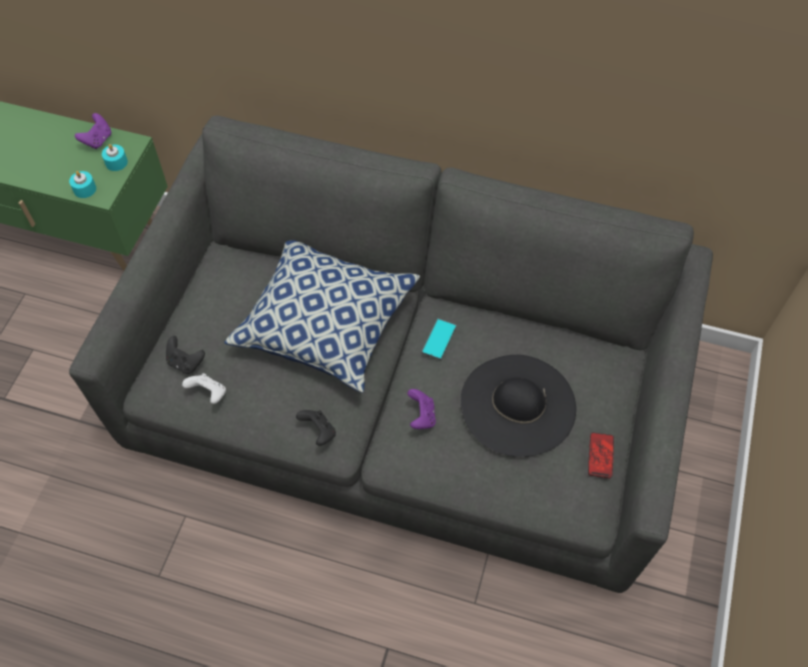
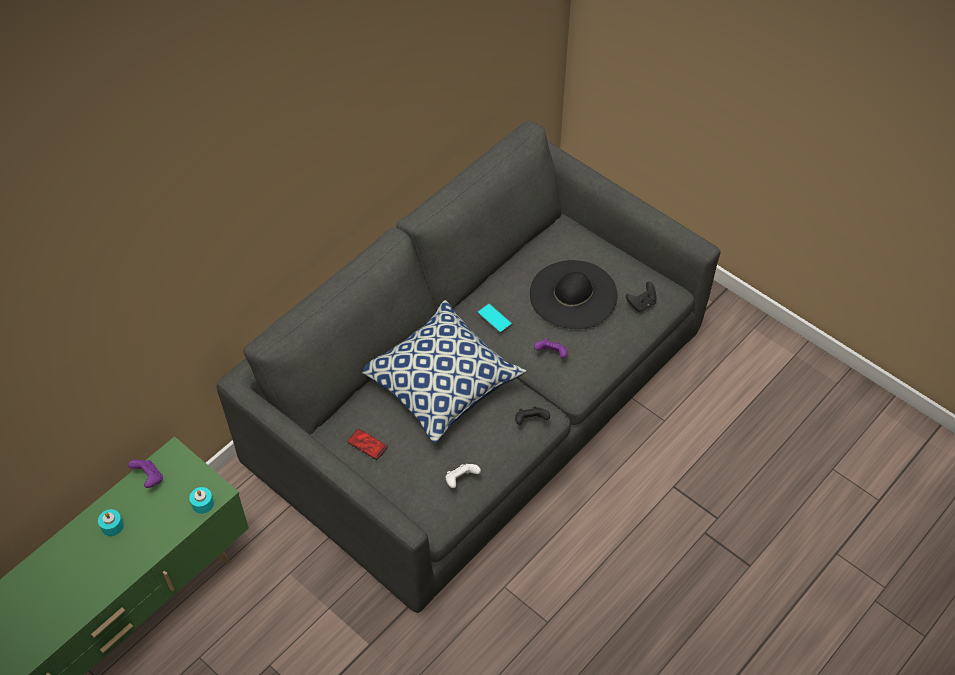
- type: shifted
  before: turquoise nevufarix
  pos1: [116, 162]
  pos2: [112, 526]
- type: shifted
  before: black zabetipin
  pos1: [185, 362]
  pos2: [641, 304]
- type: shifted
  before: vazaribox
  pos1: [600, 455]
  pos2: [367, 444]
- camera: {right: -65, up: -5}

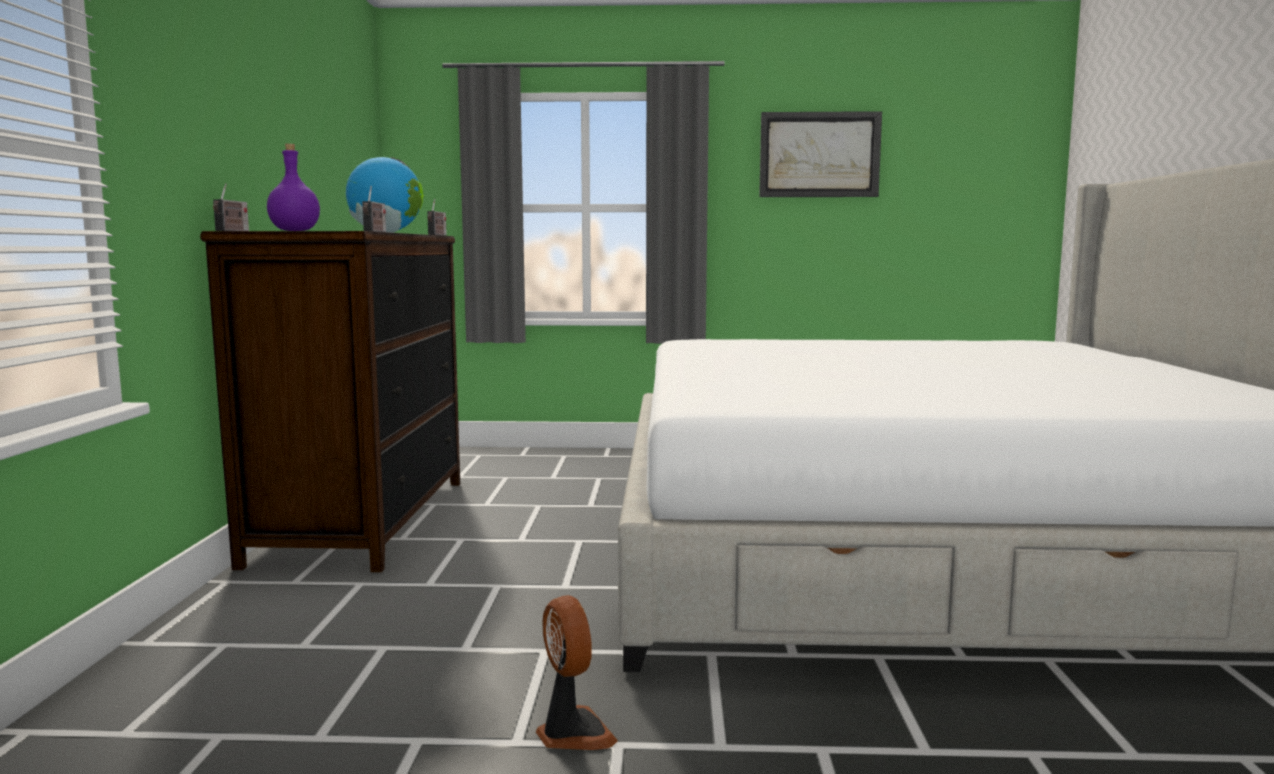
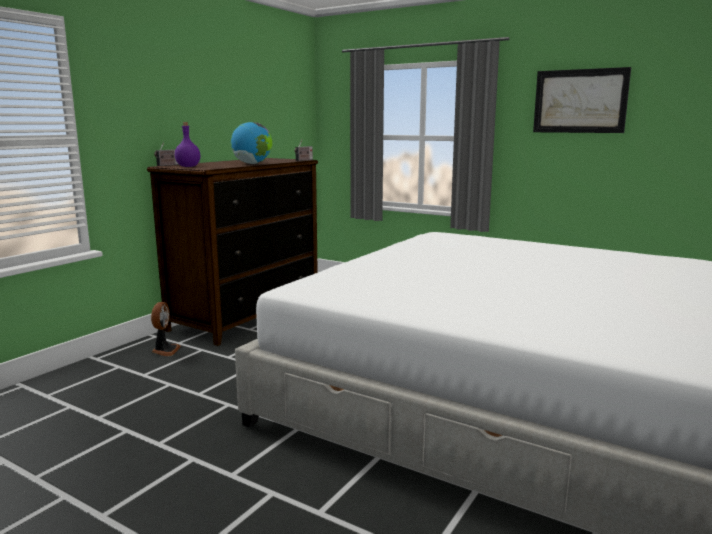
- type: gone
  before: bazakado
  pos1: [375, 231]
- type: shifted
  before: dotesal
  pos1: [572, 733]
  pos2: [165, 350]
- camera: {right: 30, up: 5}

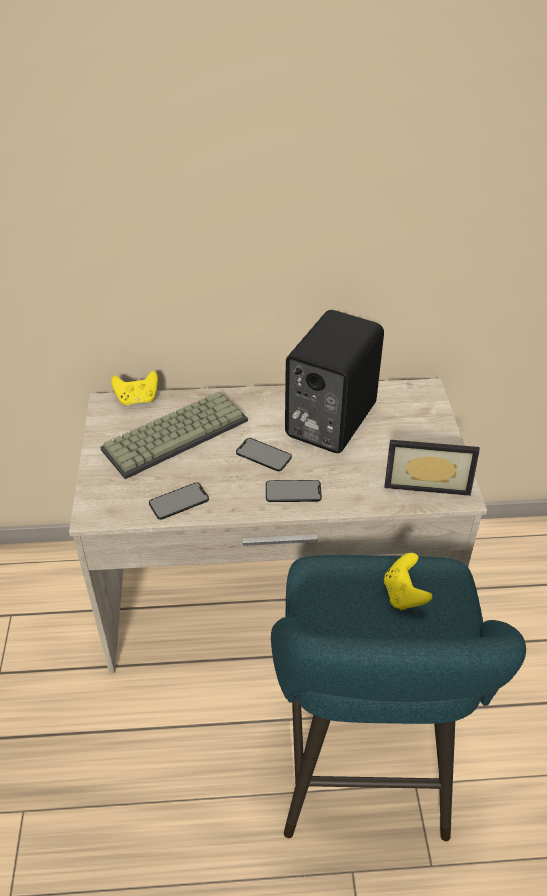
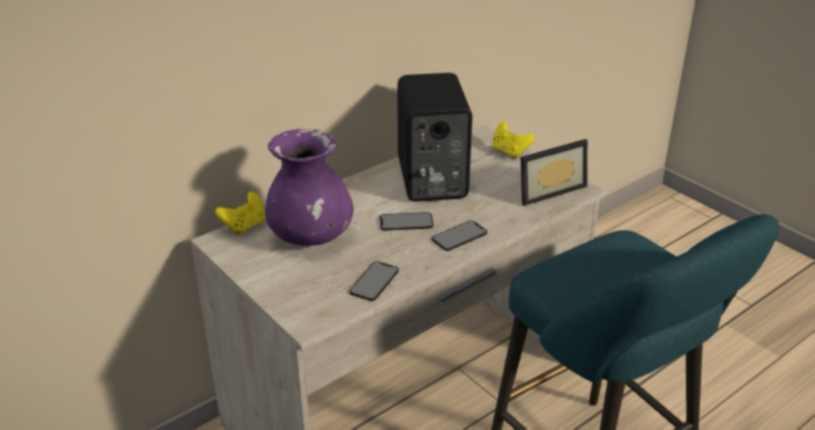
- type: shifted
  before: yellow zabetipin
  pos1: [403, 595]
  pos2: [510, 152]
- type: swapped
  before: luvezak
  after: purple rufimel
  pos1: [175, 433]
  pos2: [311, 236]
- camera: {right: -35, up: -10}

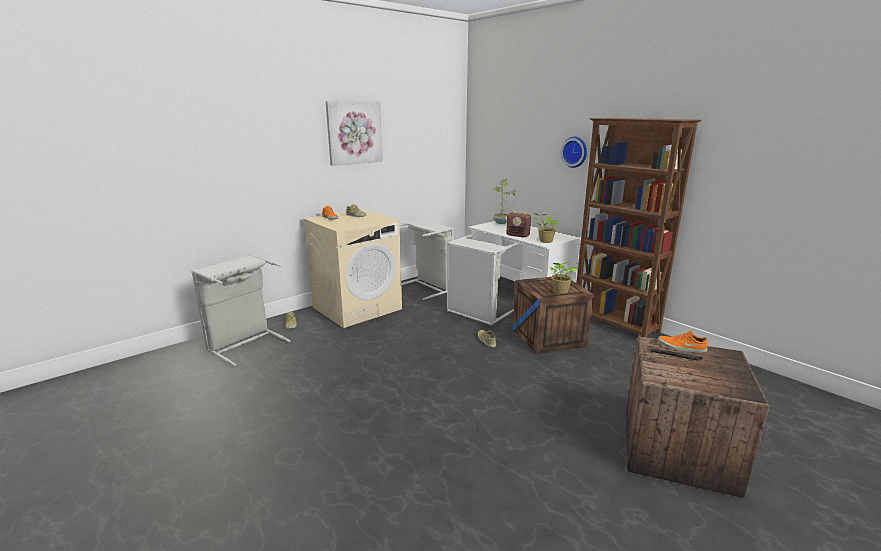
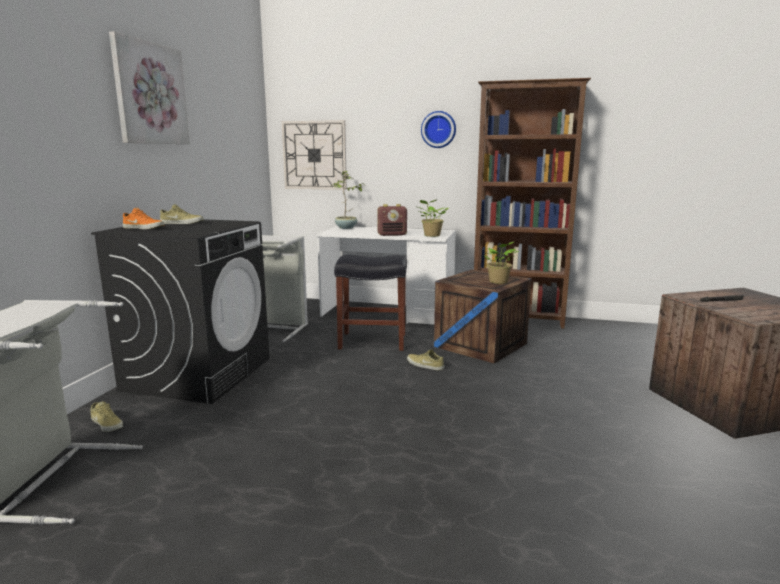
- type: gone
  before: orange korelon
  pos1: [681, 347]
- type: new
  after: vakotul
  pos2: [314, 155]
- type: swapped
  before: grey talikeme
  after: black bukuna
  pos1: [476, 313]
  pos2: [371, 341]
- type: repainted
  before: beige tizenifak
  after: black tizenifak
  pos1: [357, 308]
  pos2: [199, 373]
- camera: {right: -35, up: -5}

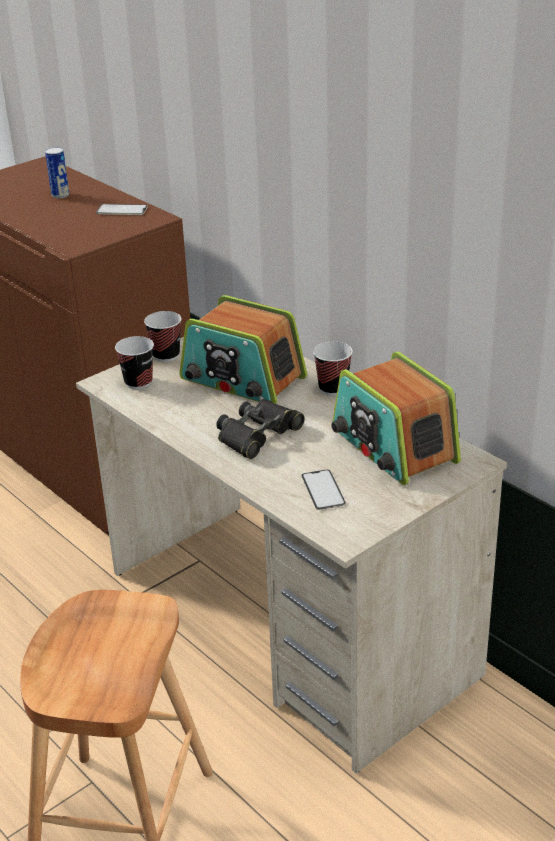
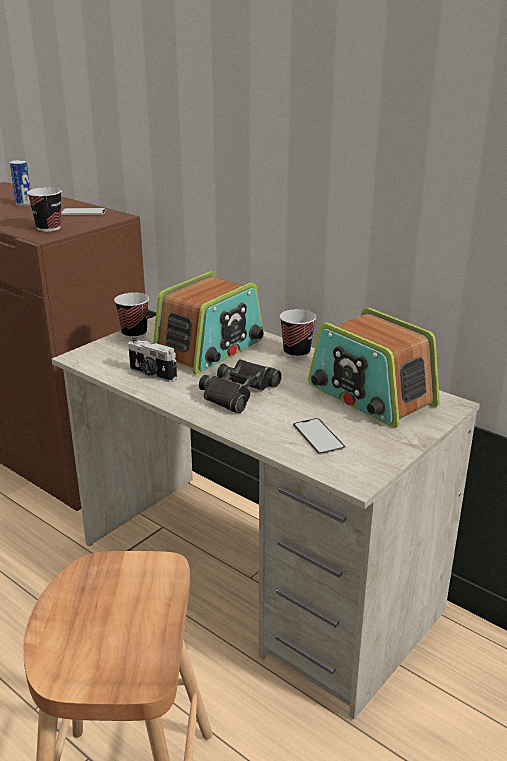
- type: new
  after: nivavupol
  pos2: [152, 374]
- type: shifted
  before: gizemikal
  pos1: [138, 382]
  pos2: [49, 228]
- type: rotated
  before: bazakado
  pos1: [242, 379]
  pos2: [210, 349]
  turn: -75
- camera: {right: -10, up: -5}

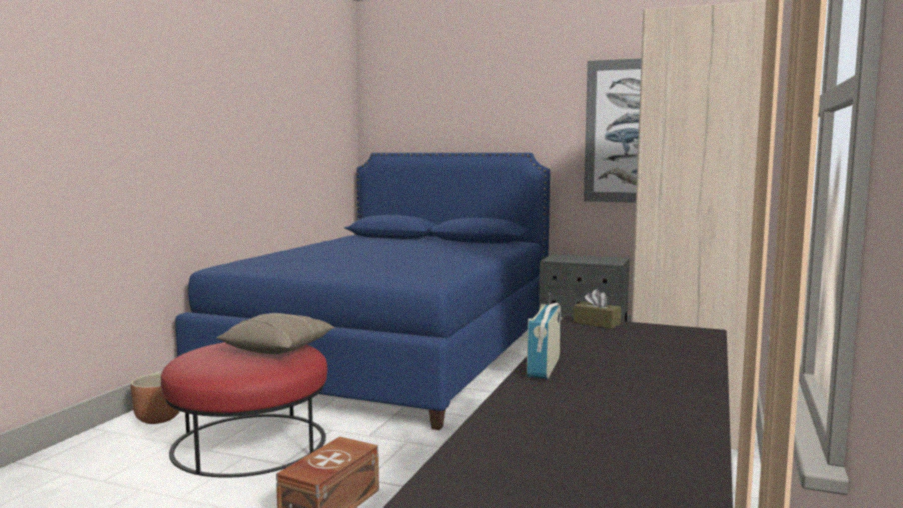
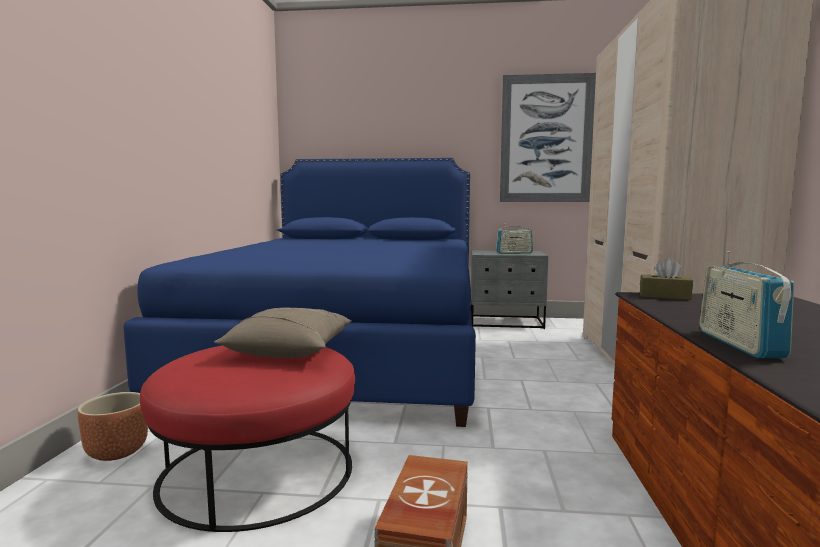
- type: new
  after: bazakado
  pos2: [514, 253]
- camera: {right: -15, up: 0}

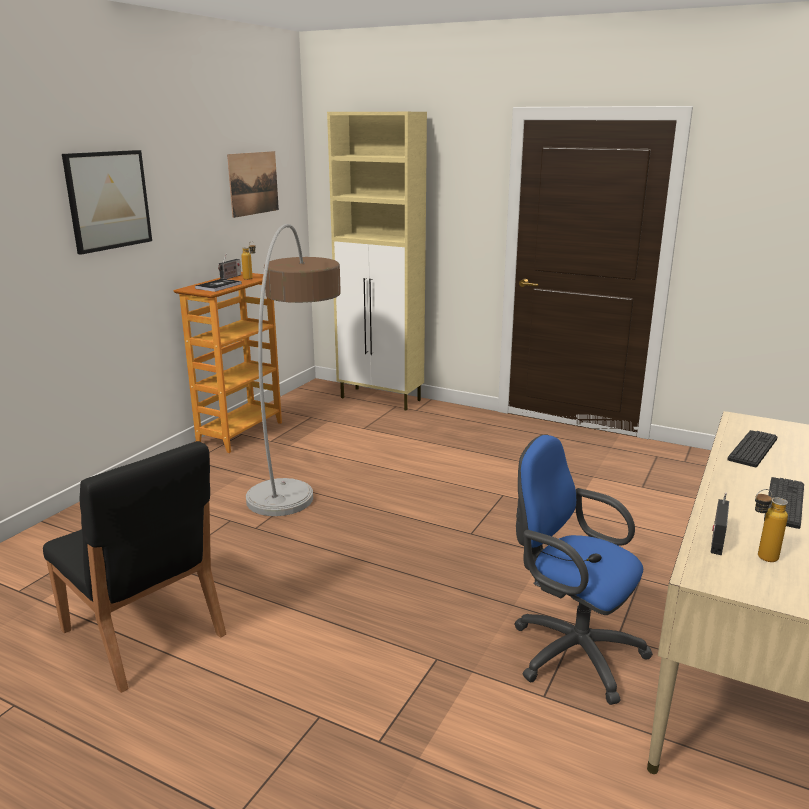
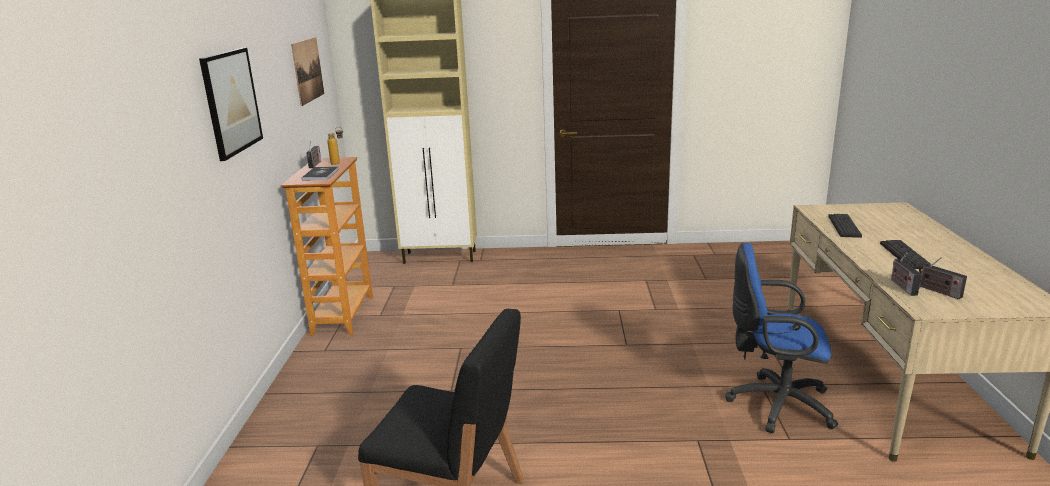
- type: gone
  before: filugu
  pos1: [299, 460]
- type: swapped
  before: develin
  after: bazakado
  pos1: [760, 558]
  pos2: [938, 291]
- camera: {right: -25, up: 0}

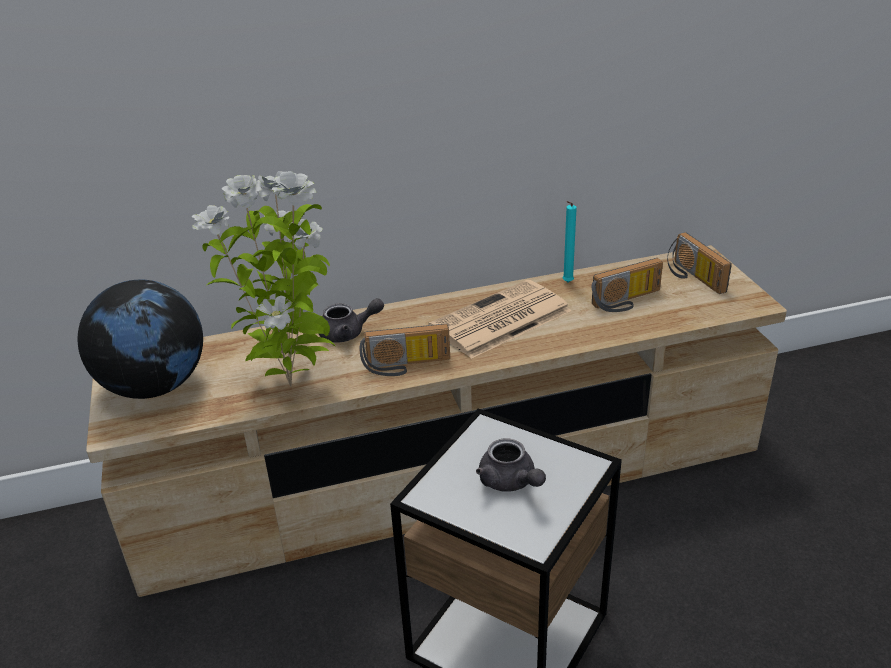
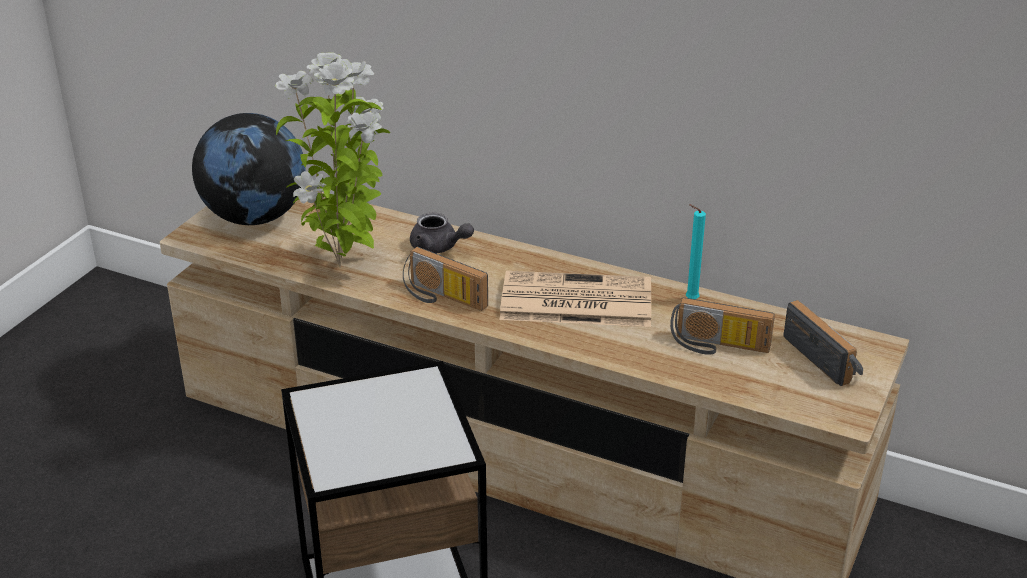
- type: gone
  before: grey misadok
  pos1: [510, 482]
- type: rotated
  before: bazakado
  pos1: [692, 277]
  pos2: [825, 359]
  turn: 135
- camera: {right: 40, up: 0}

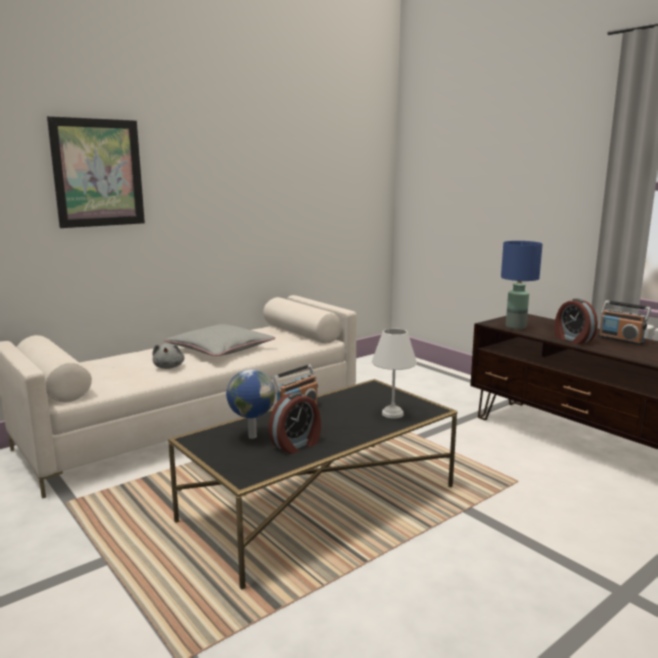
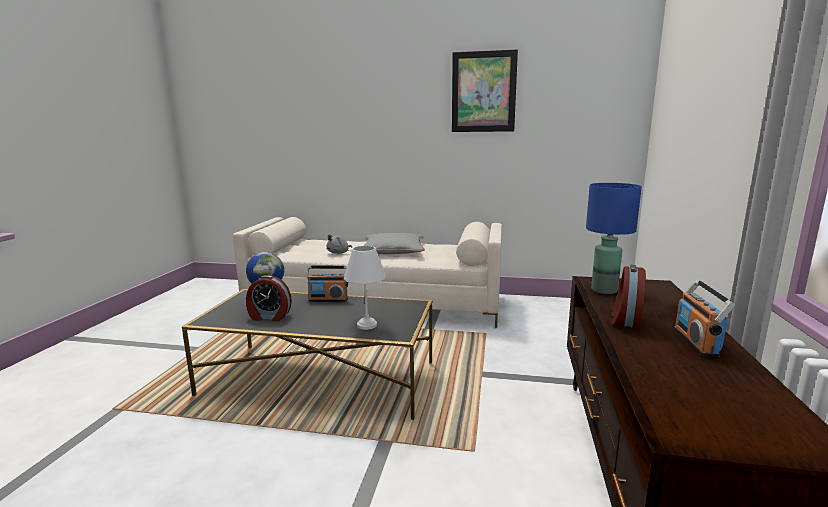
- type: shifted
  before: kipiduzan
  pos1: [98, 173]
  pos2: [483, 92]
- camera: {right: 50, up: 0}

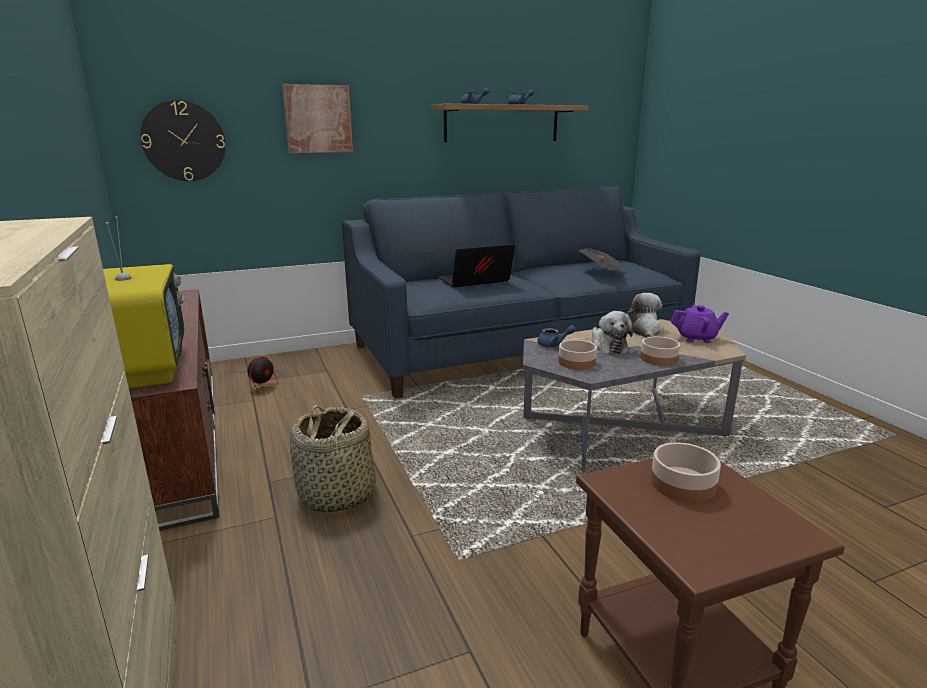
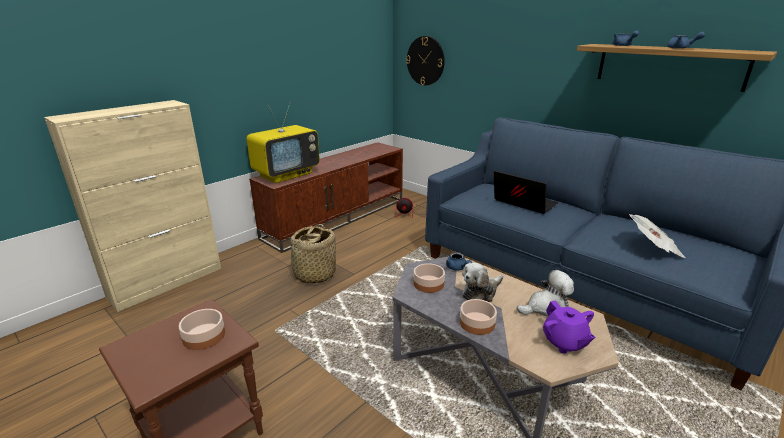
- type: gone
  before: kipiduzan
  pos1: [318, 119]
- camera: {right: 65, up: 5}

